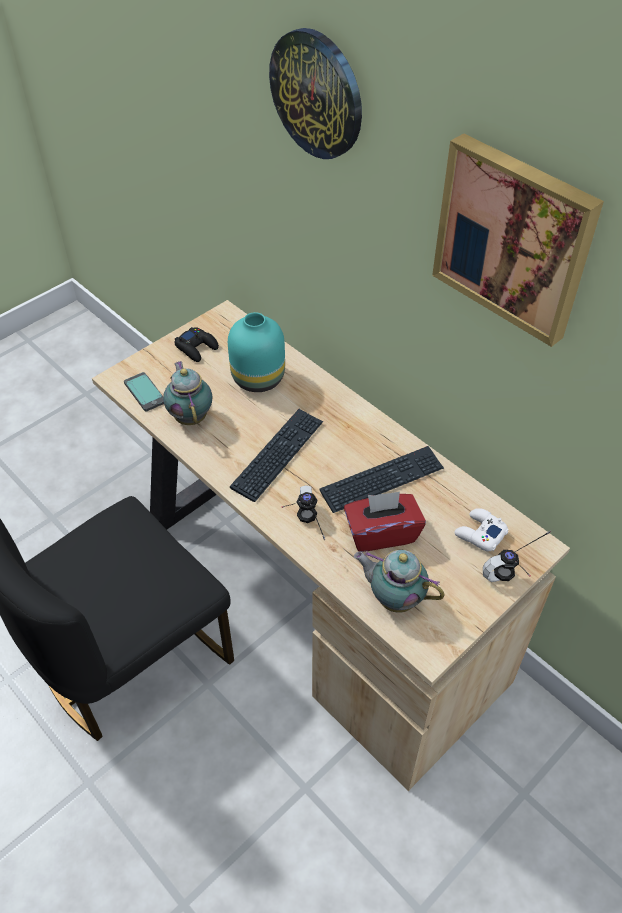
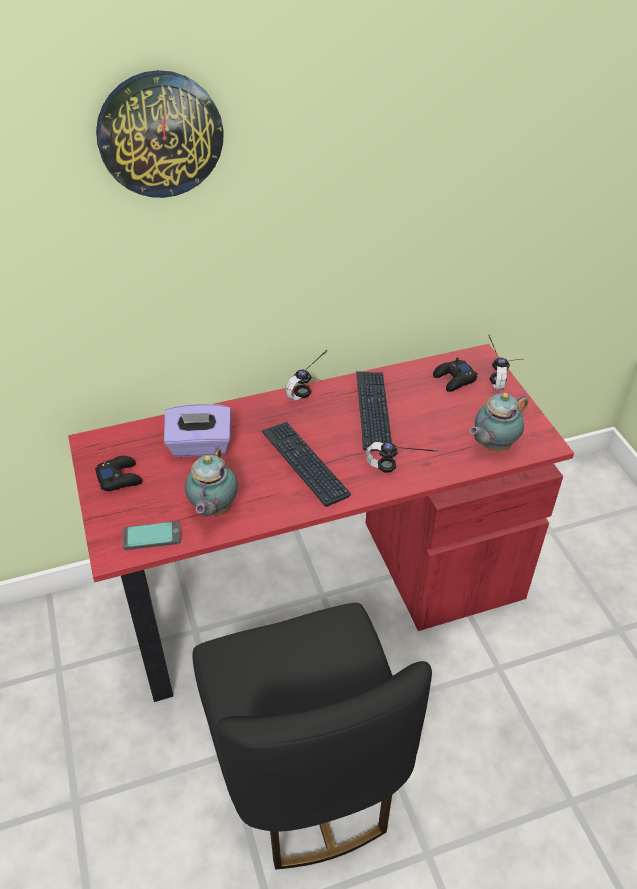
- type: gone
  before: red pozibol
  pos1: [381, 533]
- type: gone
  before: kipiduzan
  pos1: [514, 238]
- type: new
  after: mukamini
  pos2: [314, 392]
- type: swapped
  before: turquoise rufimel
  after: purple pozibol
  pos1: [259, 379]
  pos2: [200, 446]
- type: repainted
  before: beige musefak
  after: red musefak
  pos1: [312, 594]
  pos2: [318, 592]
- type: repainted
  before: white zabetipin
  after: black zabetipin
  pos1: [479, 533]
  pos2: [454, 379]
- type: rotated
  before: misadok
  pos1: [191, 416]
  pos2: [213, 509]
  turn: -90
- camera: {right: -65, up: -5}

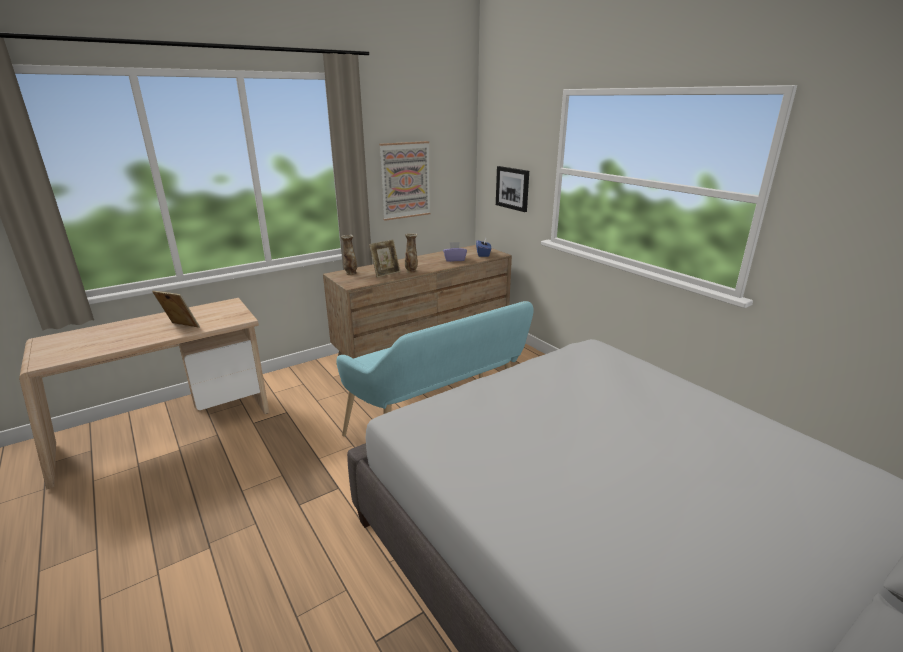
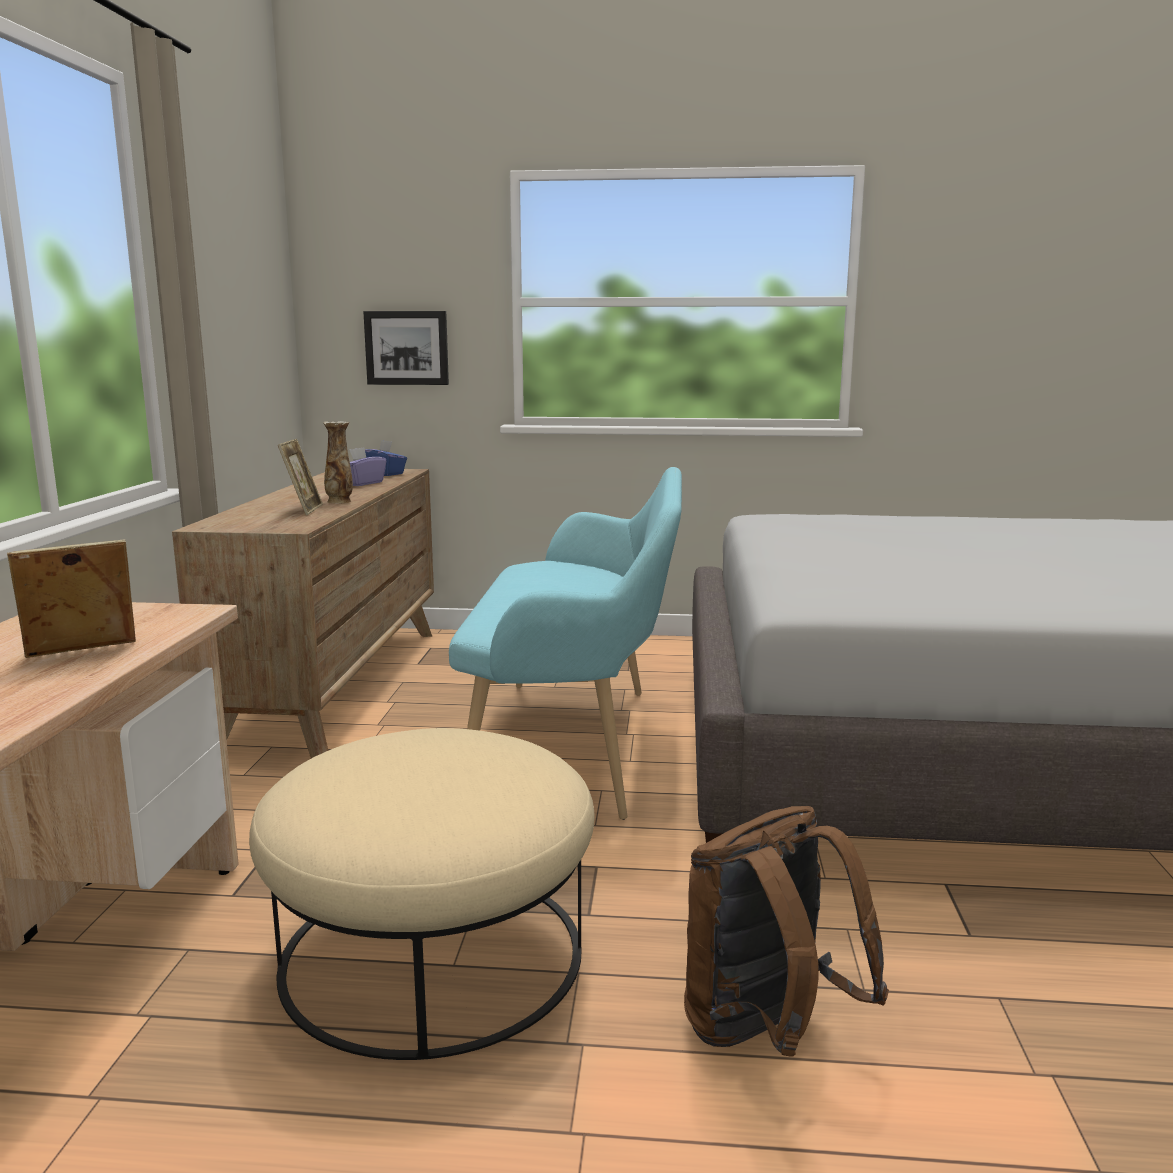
- type: gone
  before: rufimel
  pos1: [350, 273]
- type: gone
  before: kipiduzan
  pos1: [405, 180]
- type: new
  after: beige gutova
  pos2: [433, 953]
- type: new
  after: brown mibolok
  pos2: [766, 1034]
- camera: {right: -50, up: -10}

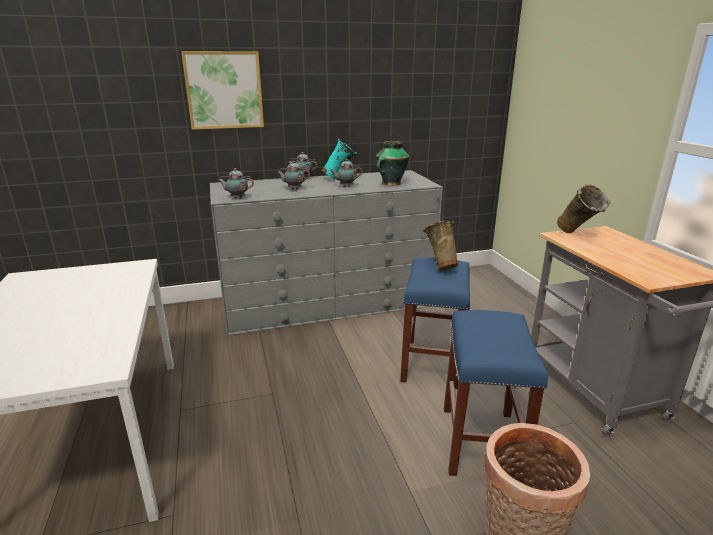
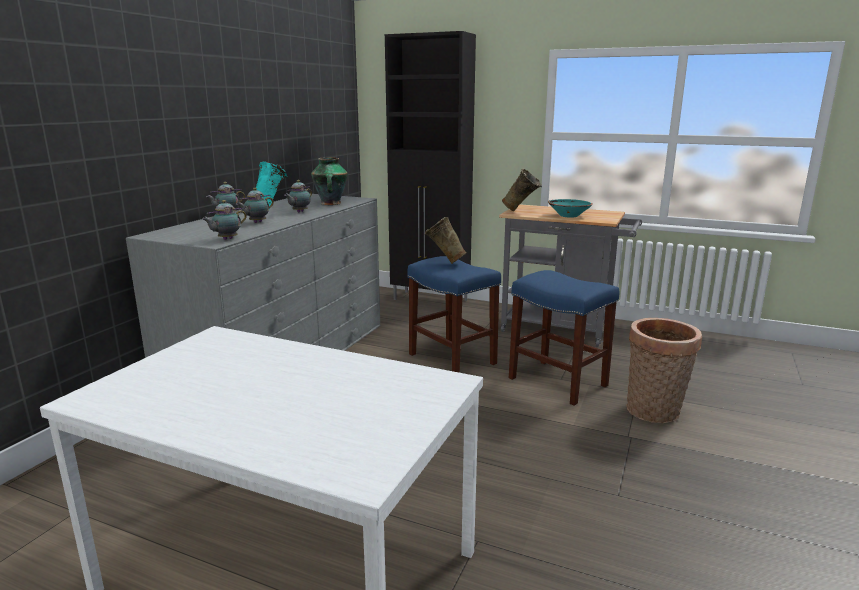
- type: gone
  before: kipiduzan
  pos1: [224, 90]
- type: new
  after: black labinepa
  pos2: [431, 300]
- type: new
  after: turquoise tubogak
  pos2: [568, 216]
- camera: {right: -50, up: -5}

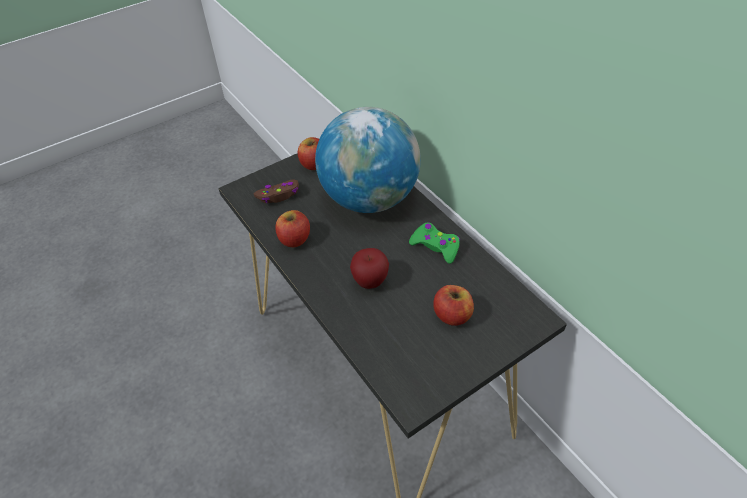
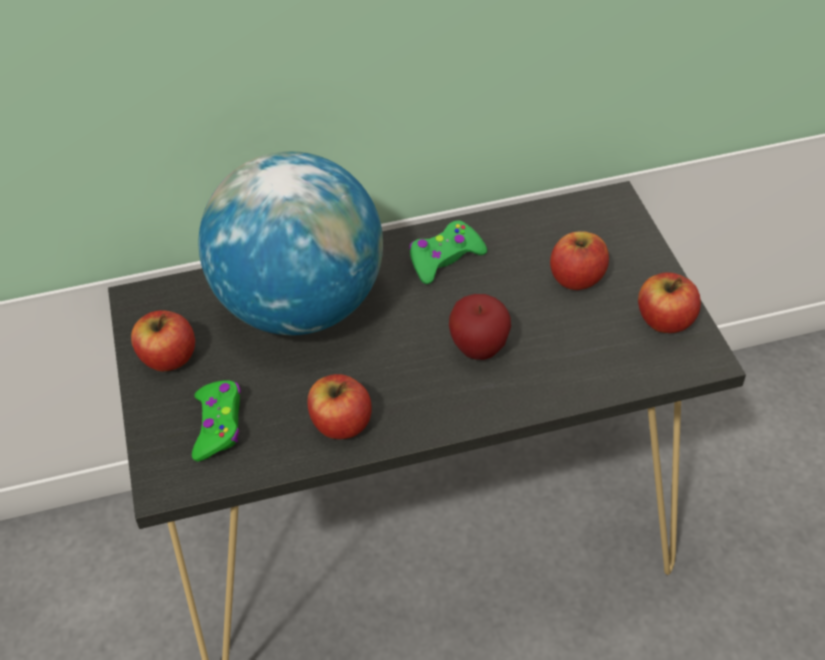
- type: new
  after: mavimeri
  pos2: [665, 320]
- type: repainted
  before: brown zabetipin
  after: green zabetipin
  pos1: [279, 195]
  pos2: [218, 425]
- camera: {right: -70, up: 0}

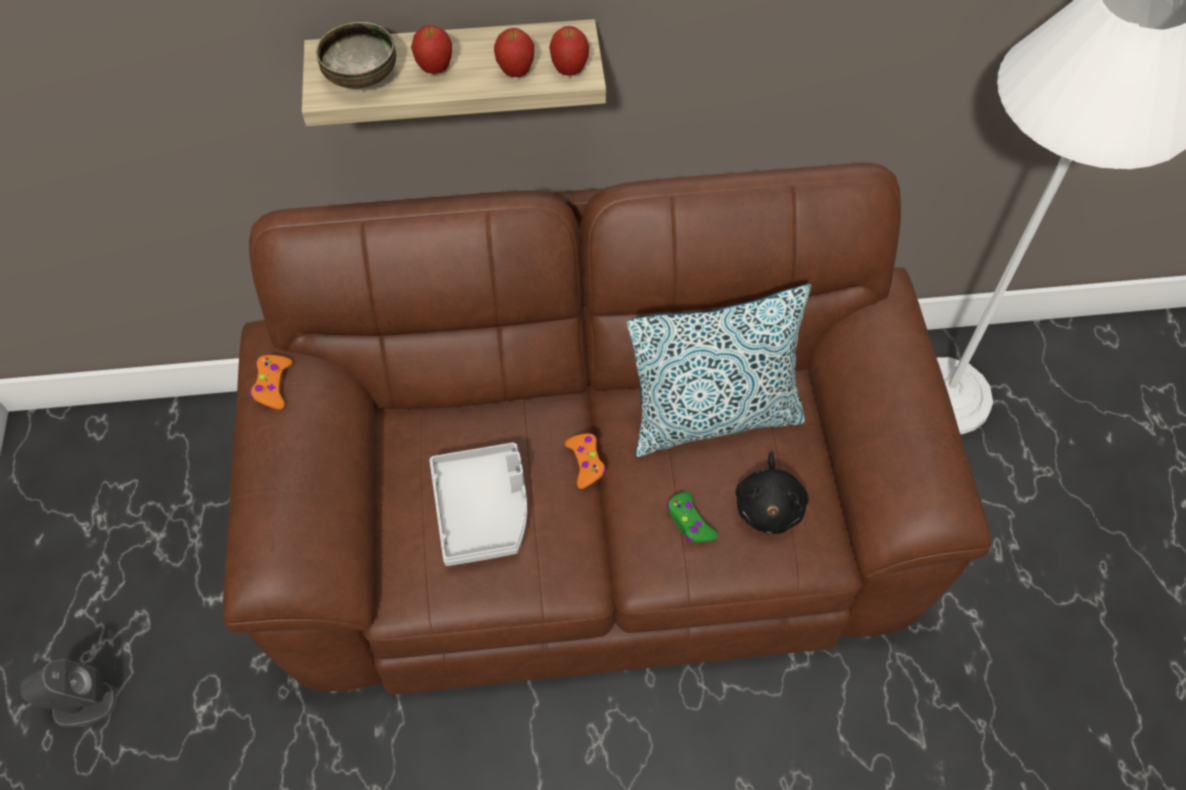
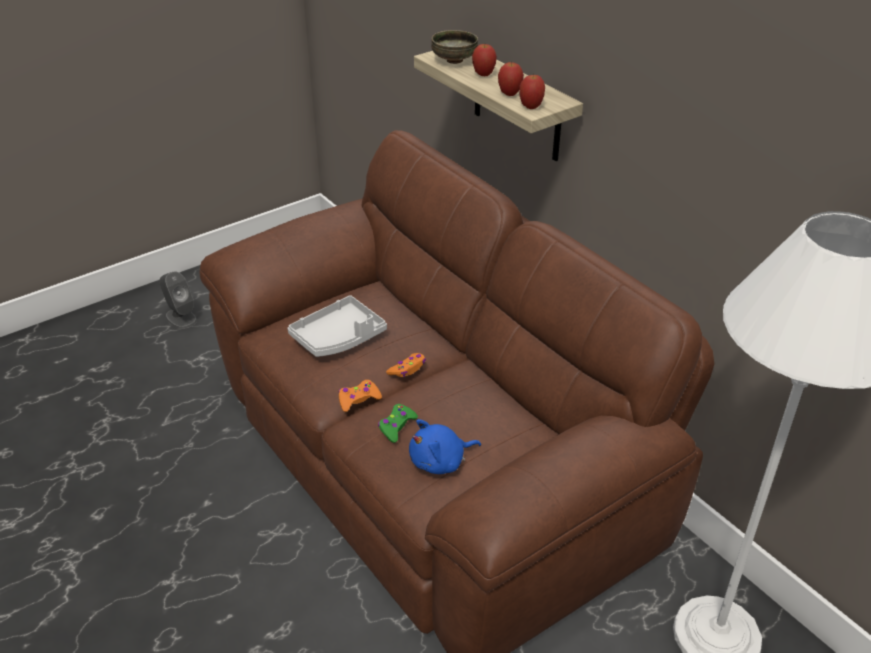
- type: gone
  before: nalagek
  pos1: [713, 417]
- type: shifted
  before: orange zabetipin
  pos1: [272, 385]
  pos2: [358, 399]
- type: repainted
  before: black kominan
  after: blue kominan
  pos1: [769, 506]
  pos2: [440, 462]
- camera: {right: 60, up: -20}

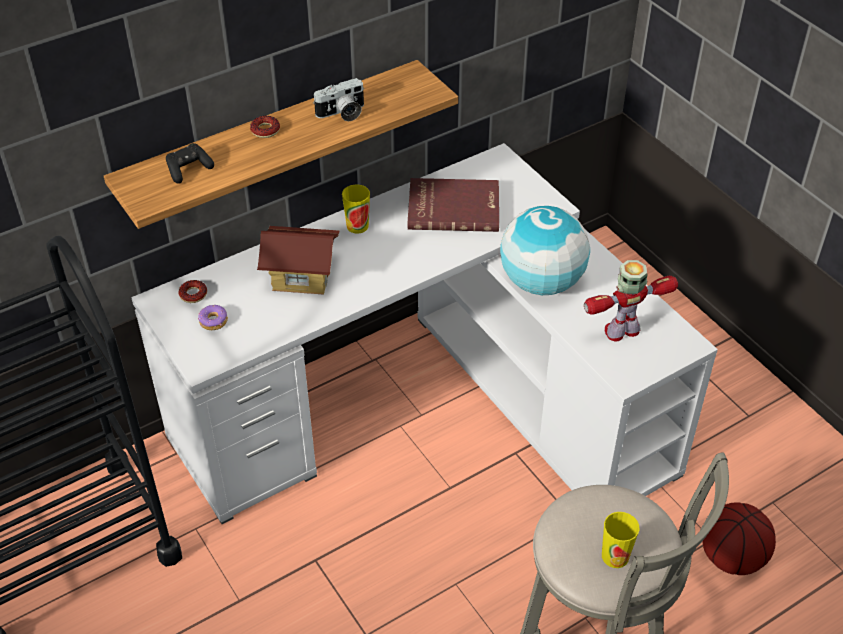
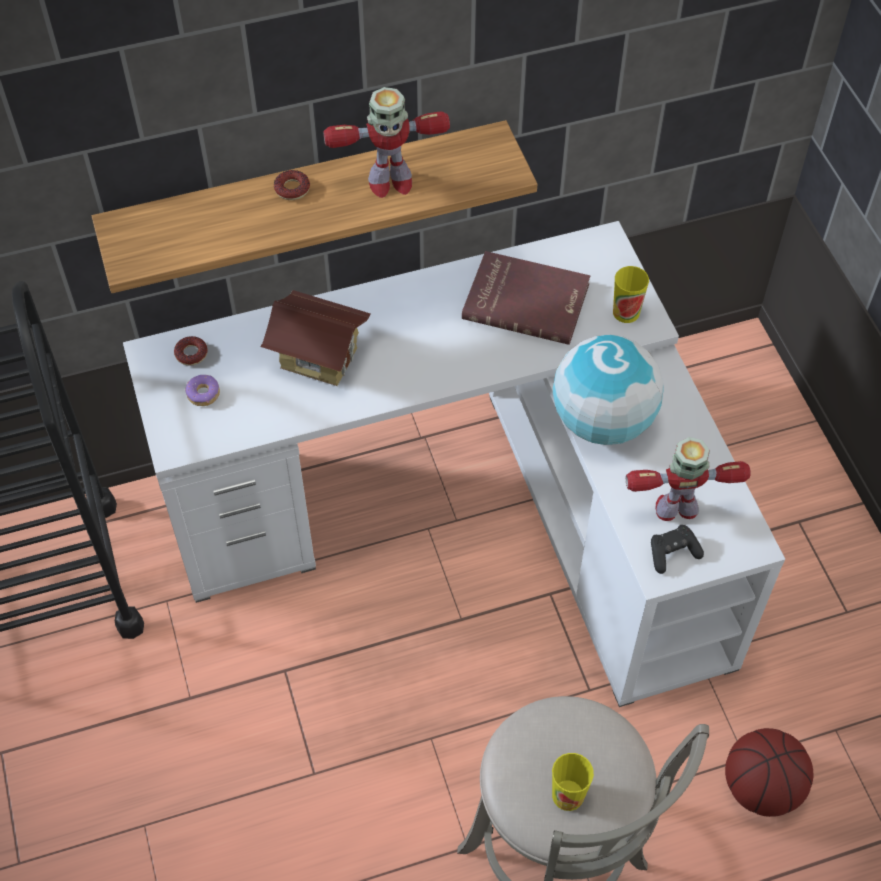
- type: shifted
  before: black zabetipin
  pos1: [189, 169]
  pos2: [672, 553]
- type: shifted
  before: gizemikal
  pos1: [357, 226]
  pos2: [626, 312]
- type: swapped
  before: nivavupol
  after: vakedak
  pos1: [342, 113]
  pos2: [389, 183]
- camera: {right: 15, up: 10}

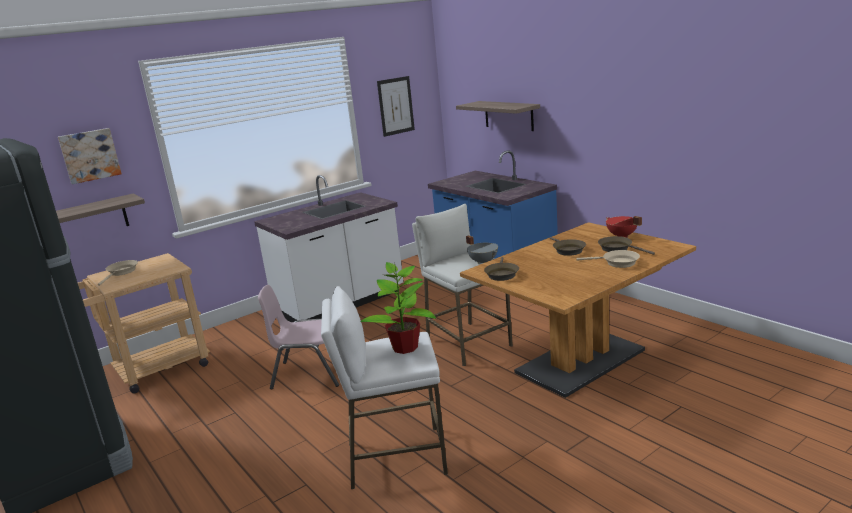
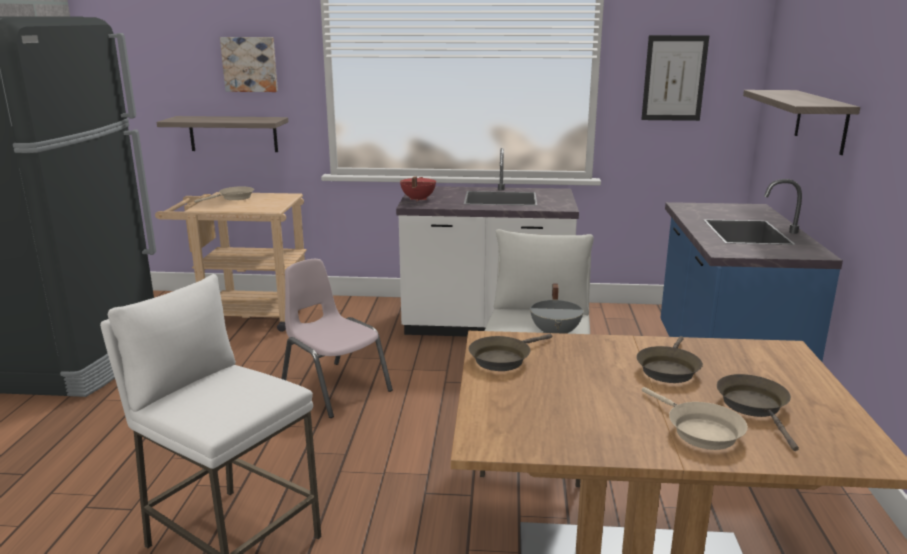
- type: gone
  before: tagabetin
  pos1: [405, 348]
- type: shifted
  before: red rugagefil
  pos1: [621, 236]
  pos2: [417, 199]
- camera: {right: 40, up: 0}

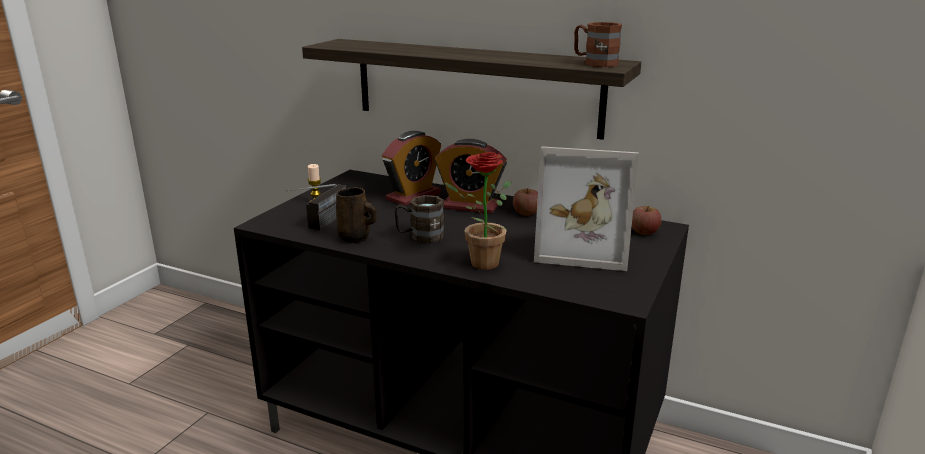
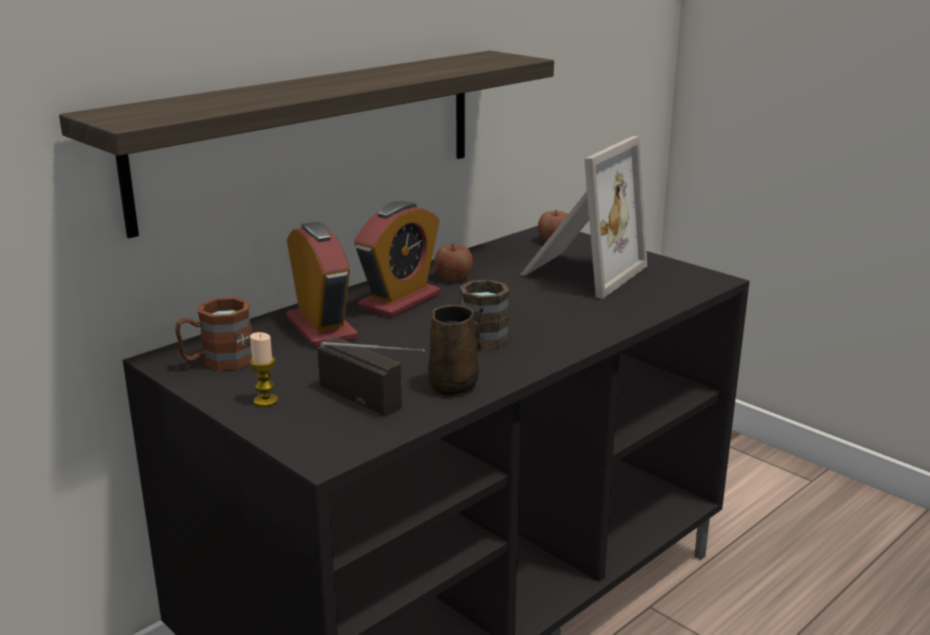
- type: gone
  before: tagabetin
  pos1: [478, 263]
- type: shifted
  before: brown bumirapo
  pos1: [594, 63]
  pos2: [217, 362]
- camera: {right: -70, up: 0}

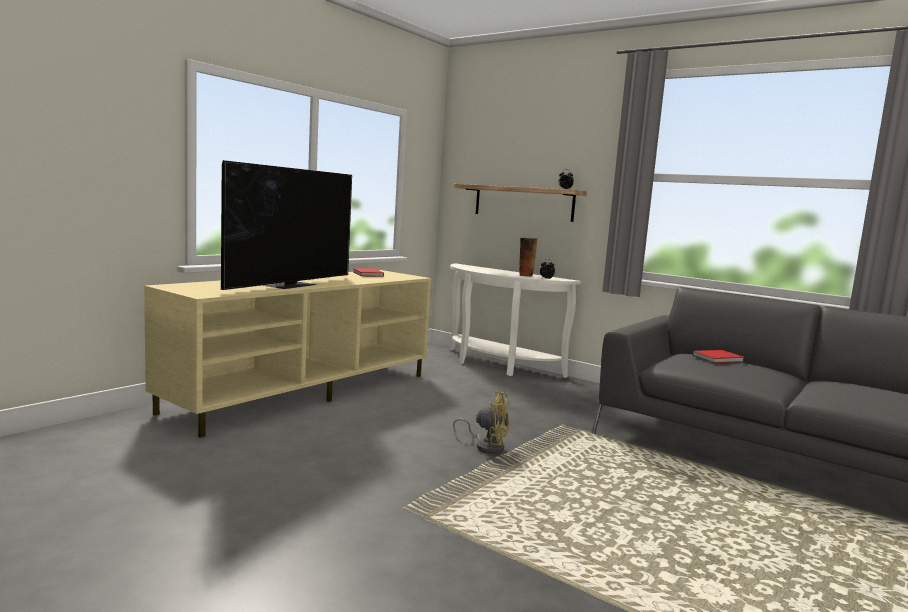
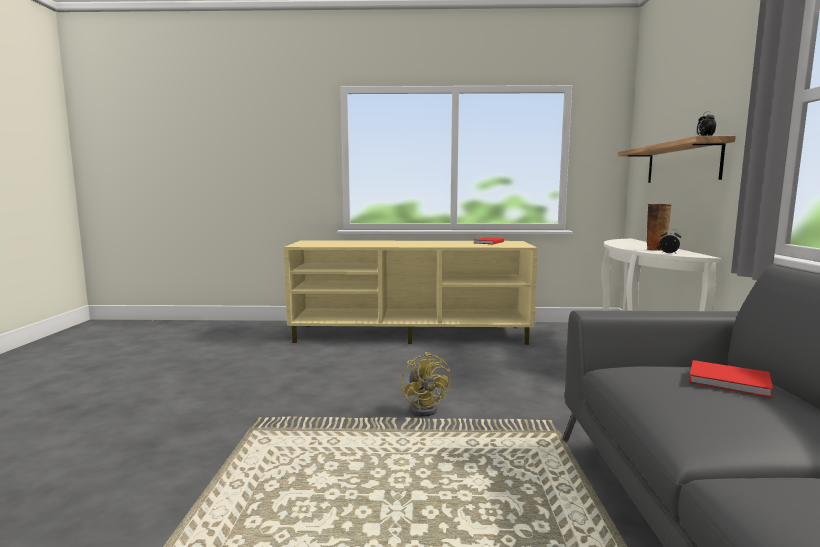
- type: gone
  before: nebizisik
  pos1: [291, 284]
- camera: {right: 55, up: 0}

